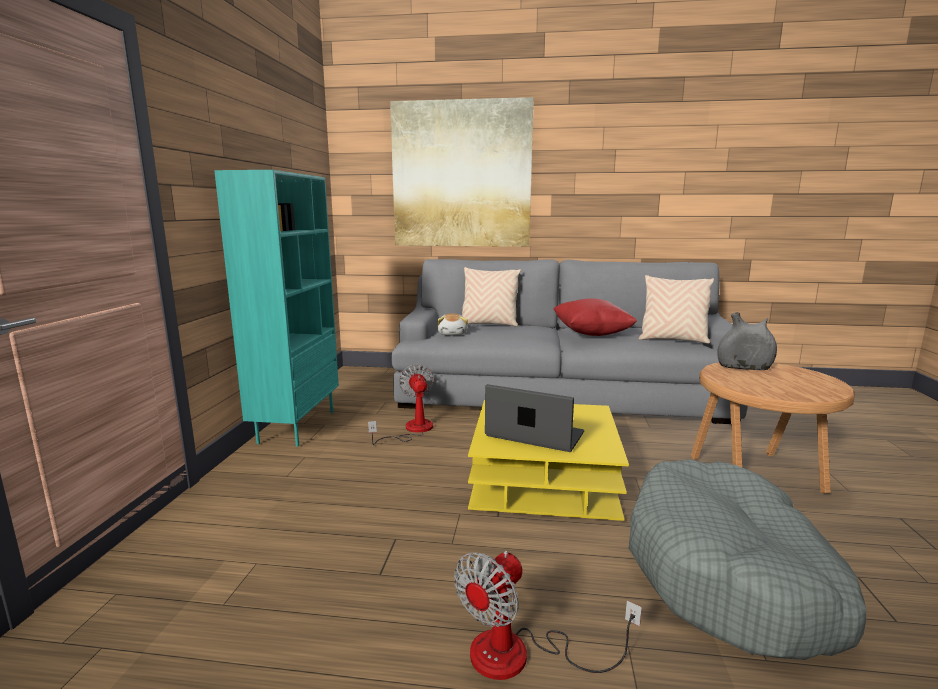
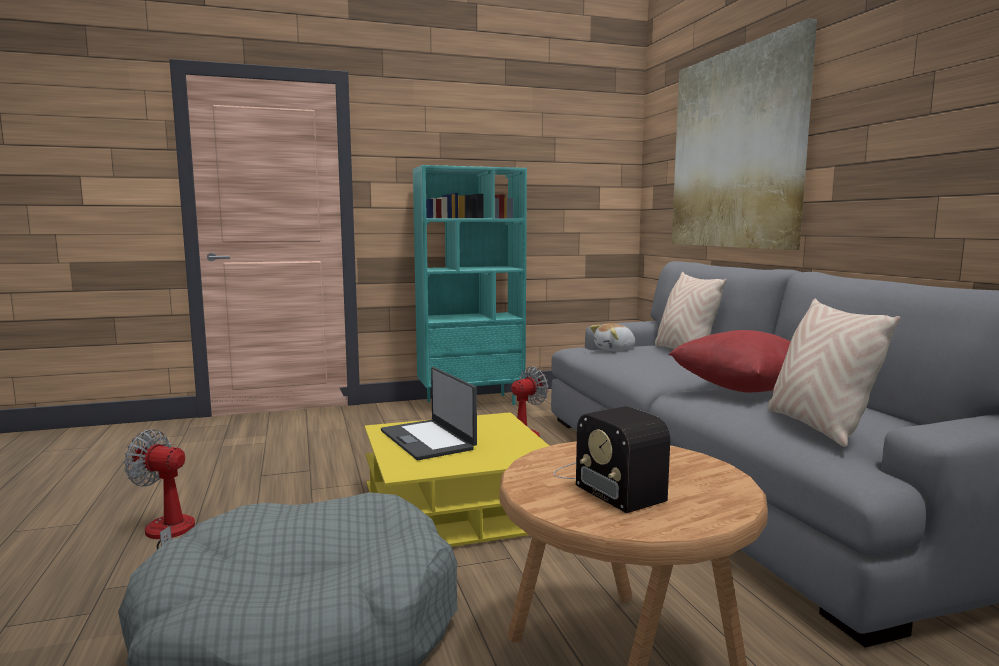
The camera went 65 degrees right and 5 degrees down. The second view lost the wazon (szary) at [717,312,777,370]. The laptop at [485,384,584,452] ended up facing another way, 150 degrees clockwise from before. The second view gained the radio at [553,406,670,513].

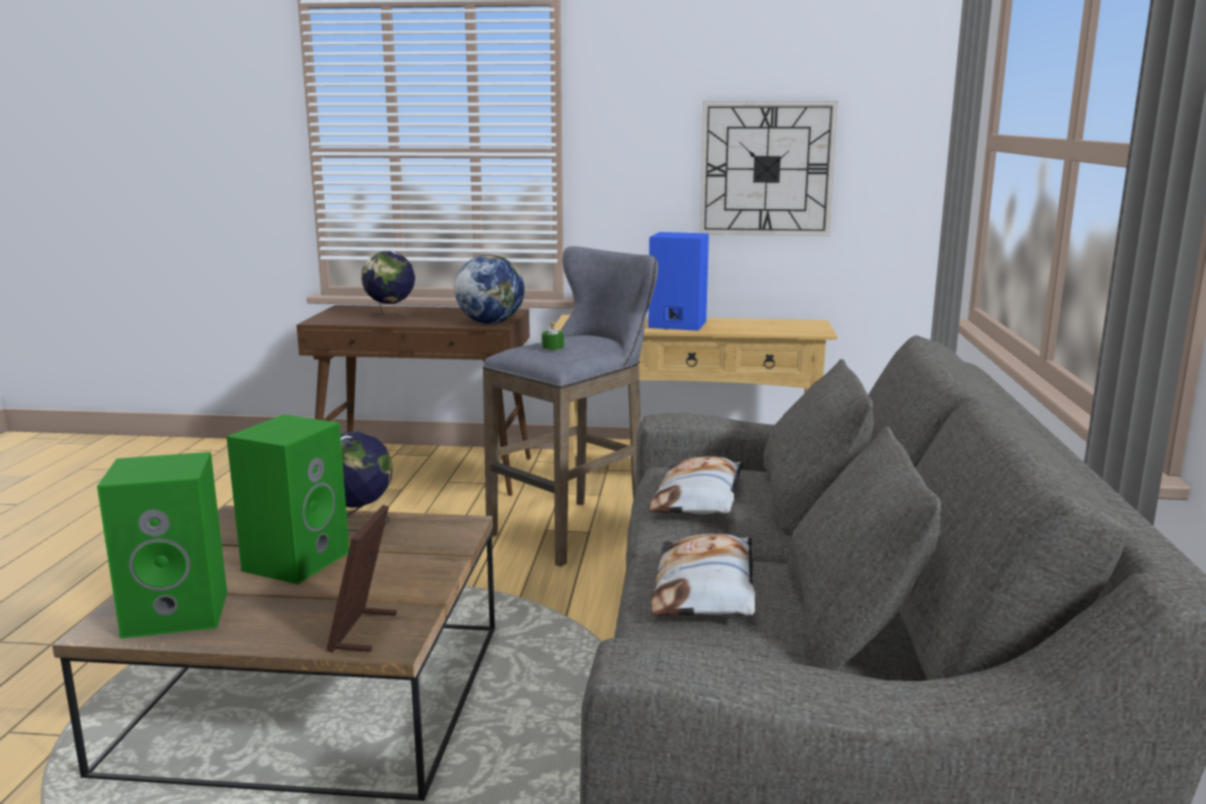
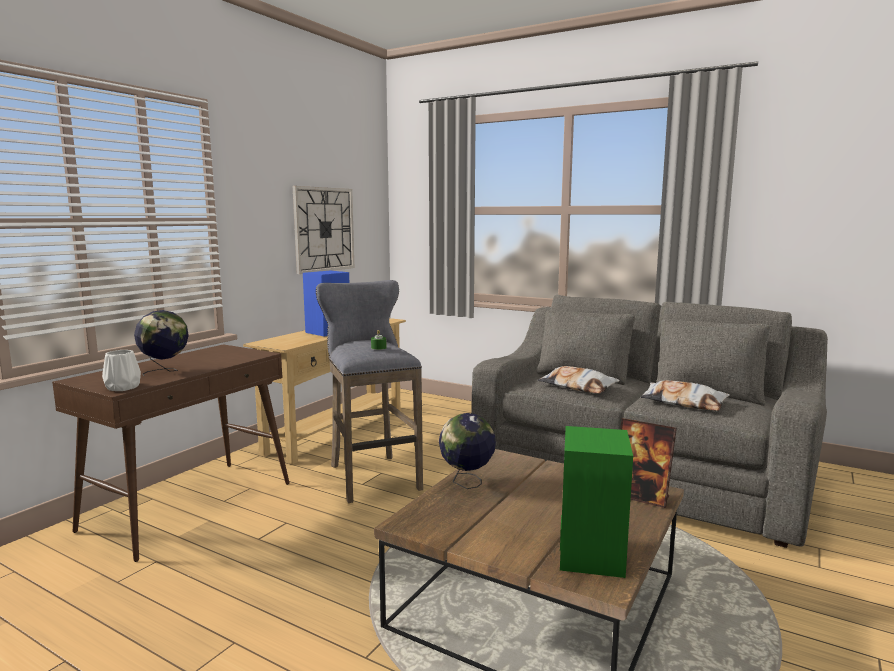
The camera went 65 degrees left and 5 degrees down. The second view lost the globus at [455,255,525,324]. The second view lost the głośnik (zielony) at [226,414,349,584]. The second view gained the wazon (biały) at [102,350,141,391].

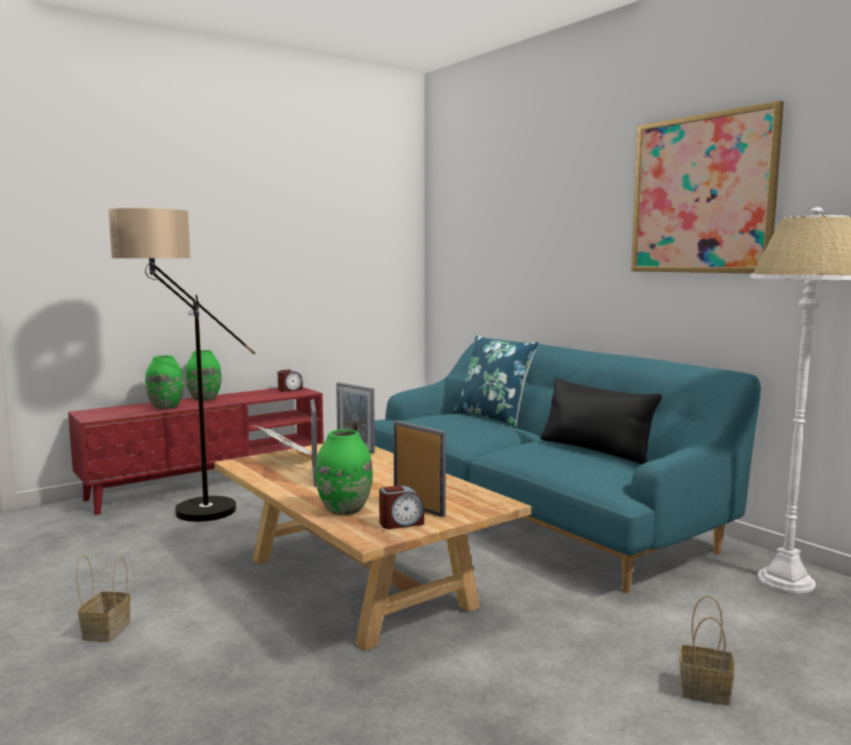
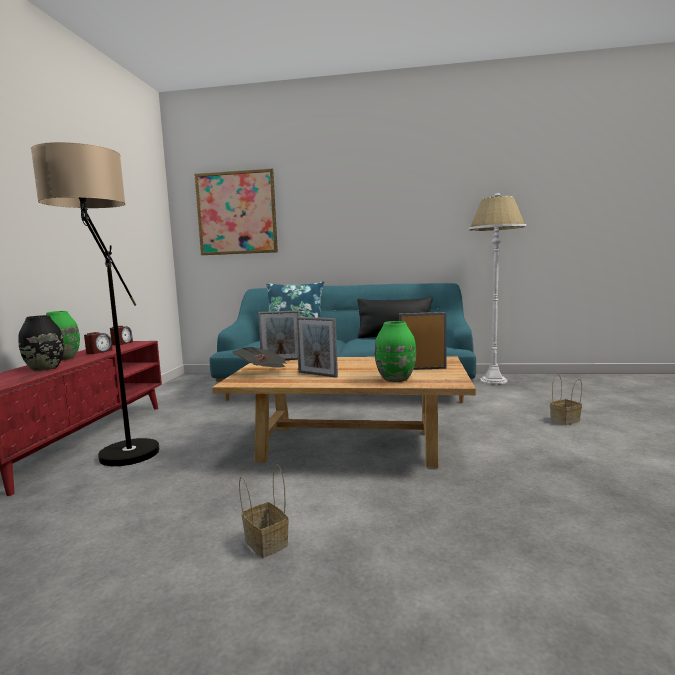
The camera went 45 degrees left and 0 degrees up. The obraz ended up elsewhere, having gone from [631,101,784,273] to [194,169,278,255]. What was the wazon (zielony) at [145,355,184,409] turned into the wazon (czarny) at [18,315,64,371]. The budzik ended up elsewhere, having gone from [379,485,424,529] to [84,332,112,354].

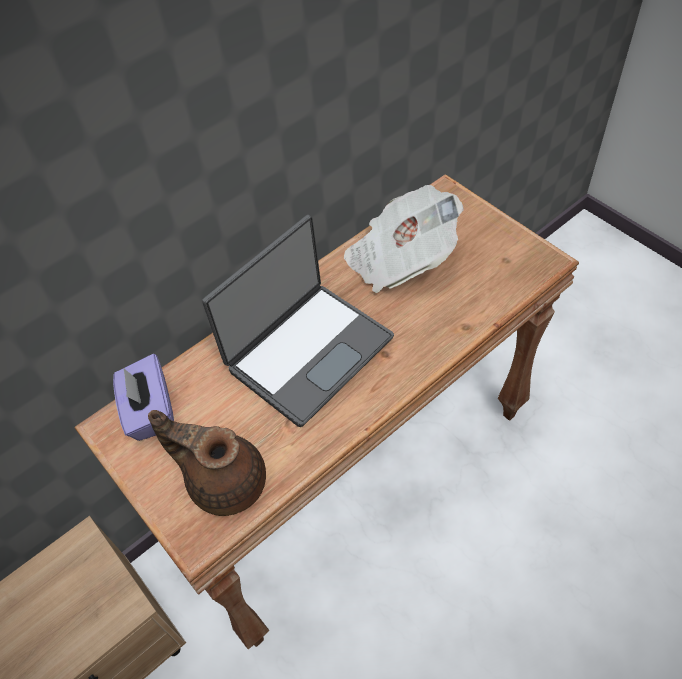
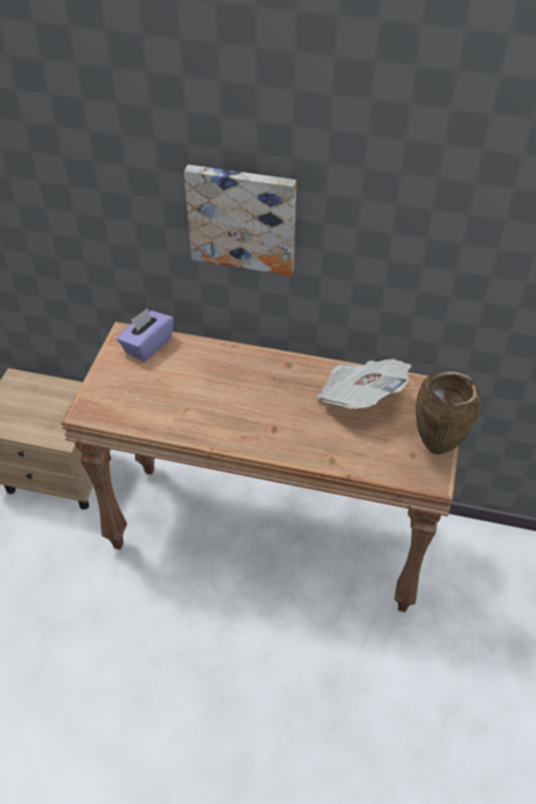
The camera went 50 degrees right and 5 degrees down. The second view lost the laptop at [202,215,394,427]. The second view lost the imbryk (brązowy) at [148,410,266,516]. The second view gained the obraz at [184,165,297,276]. The second view gained the wazon (brązowy) at [416,370,481,454].

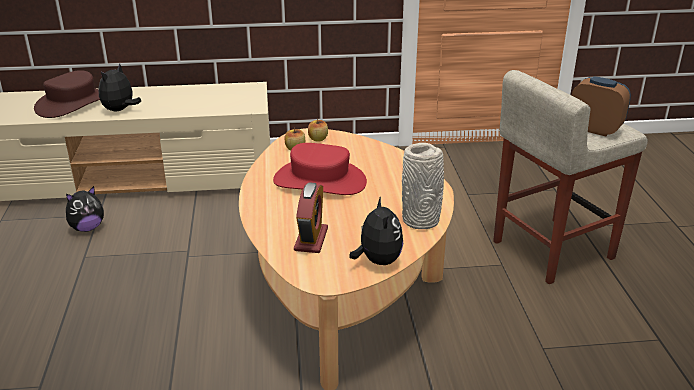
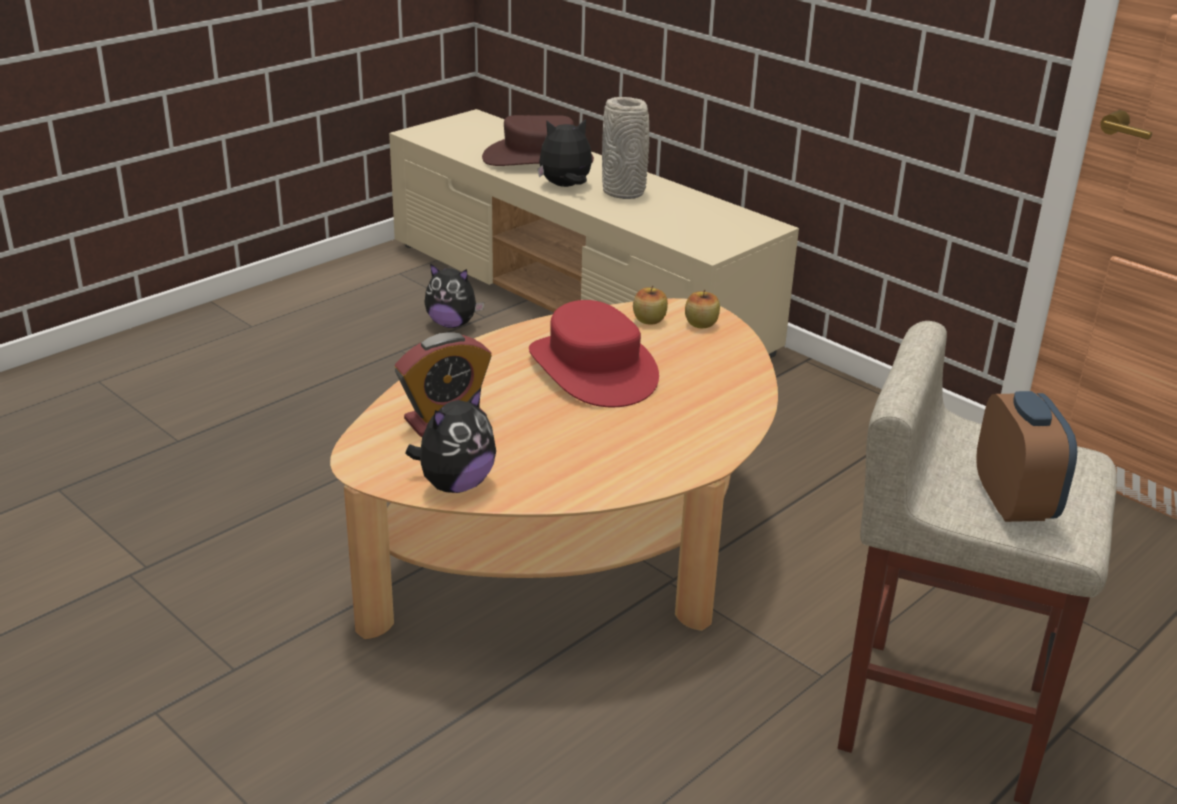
The camera went 50 degrees right and 0 degrees up. The wazon (szary) ended up elsewhere, having gone from [402,143,444,229] to [602,97,649,199].

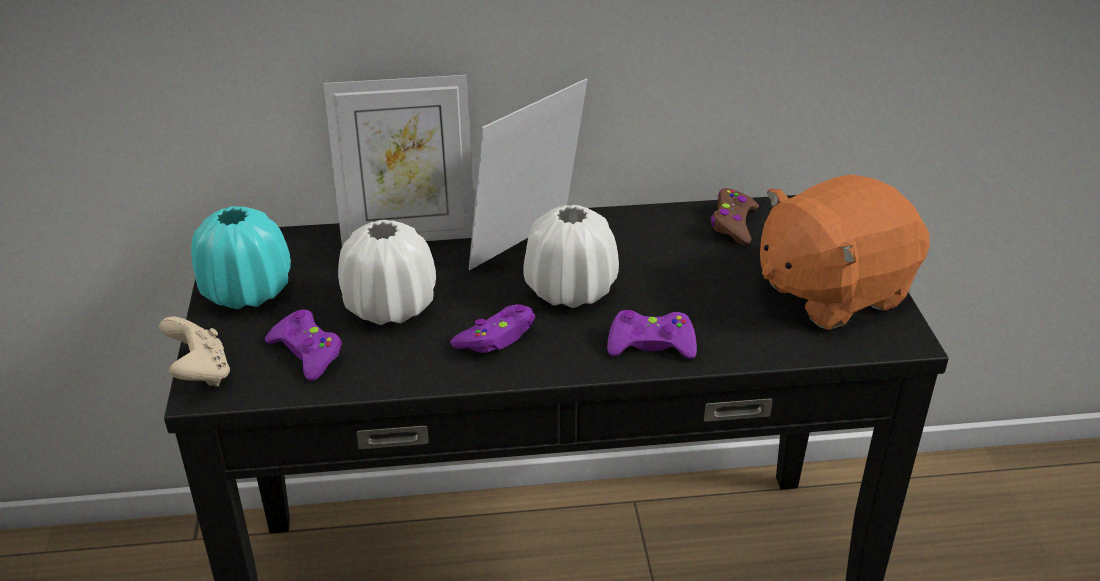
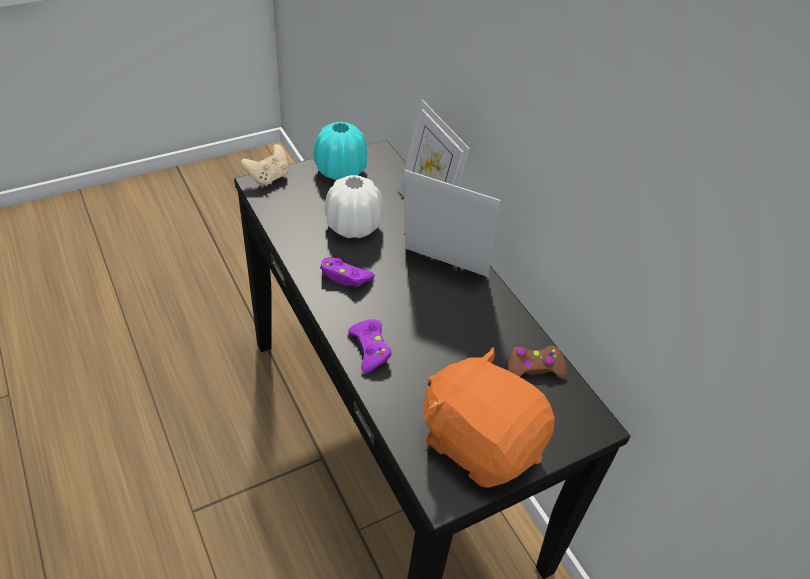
The camera went 65 degrees right and 10 degrees up. The second view lost the wazon (biały) at [523,205,619,308]. The second view lost the pad do gier (fioletowy) at [265,309,342,381].

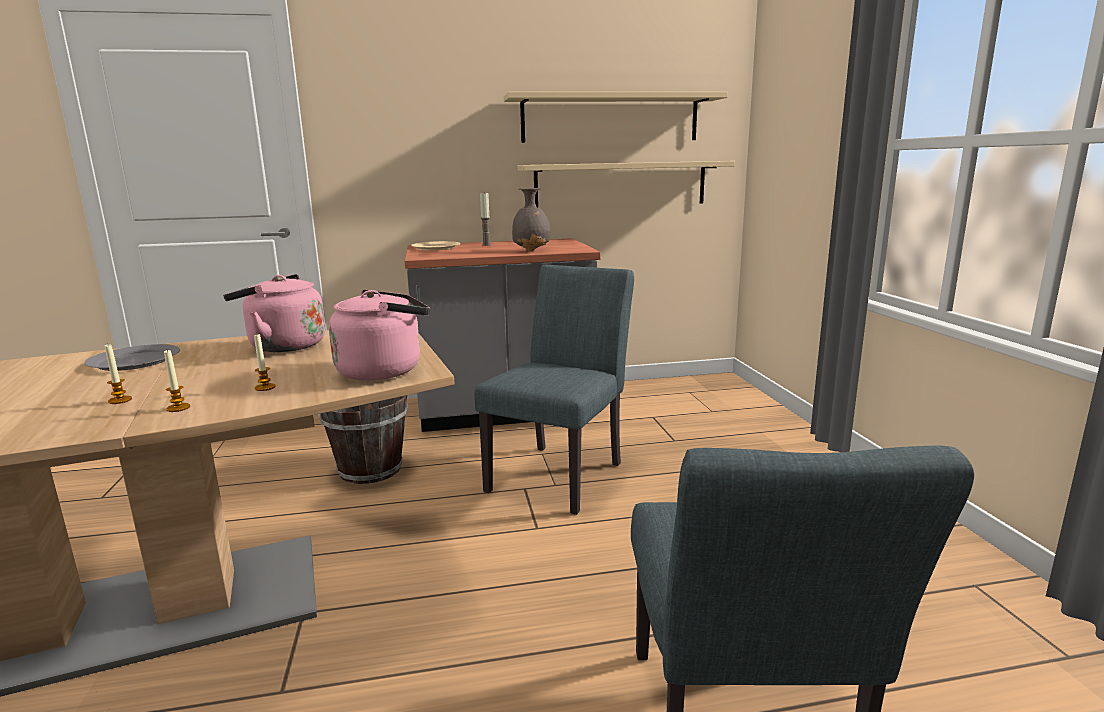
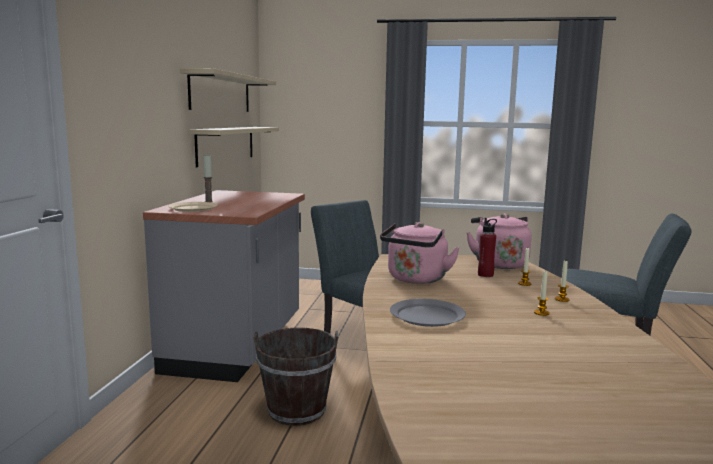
The camera went 70 degrees left and 5 degrees down. The second view lost the wazon (szary) at [512,188,551,251]. The second view gained the butelka (czerwony) at [478,218,497,277].

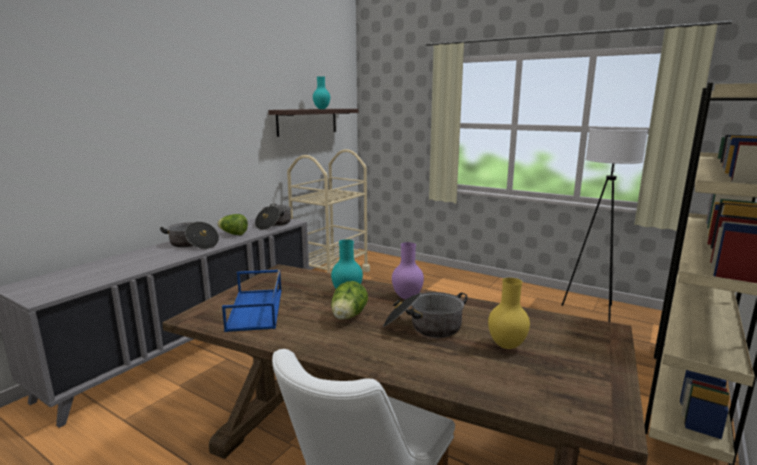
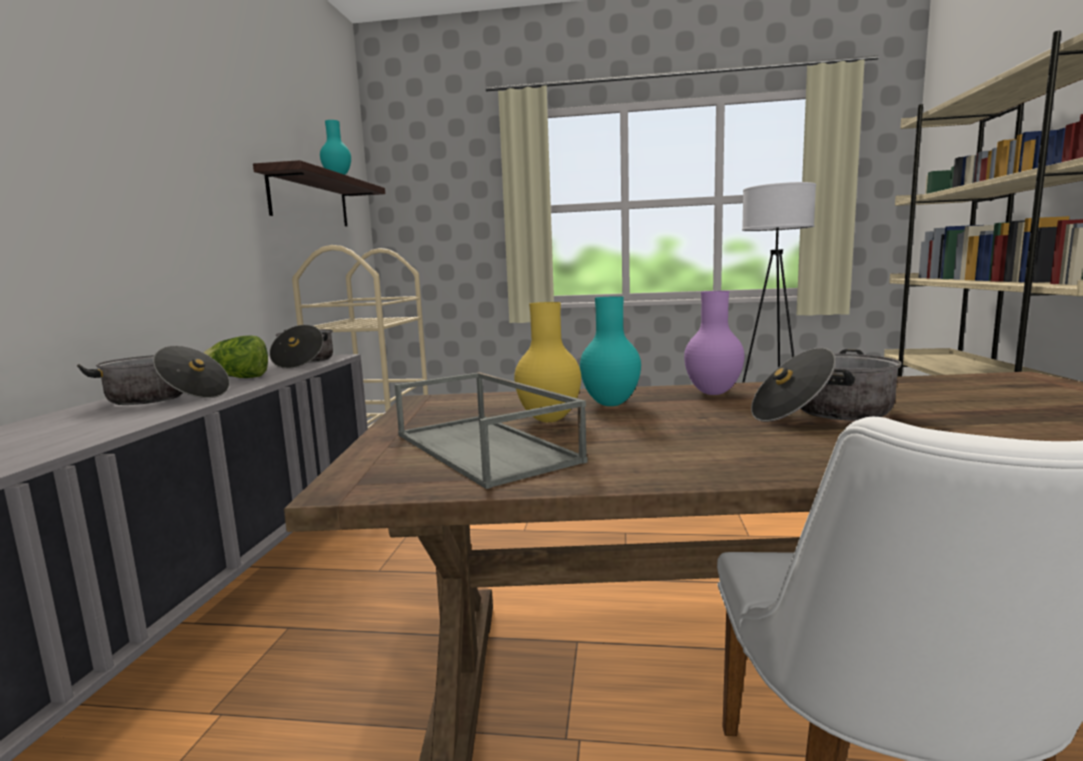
The camera went 25 degrees left and 5 degrees down. What was the taca (niebieski) at [222,270,281,332] turned into the taca (szary) at [395,372,588,489]. The wazon (żółty) ended up elsewhere, having gone from [488,278,530,349] to [514,302,581,422]. The second view lost the sałata at [331,281,368,320].

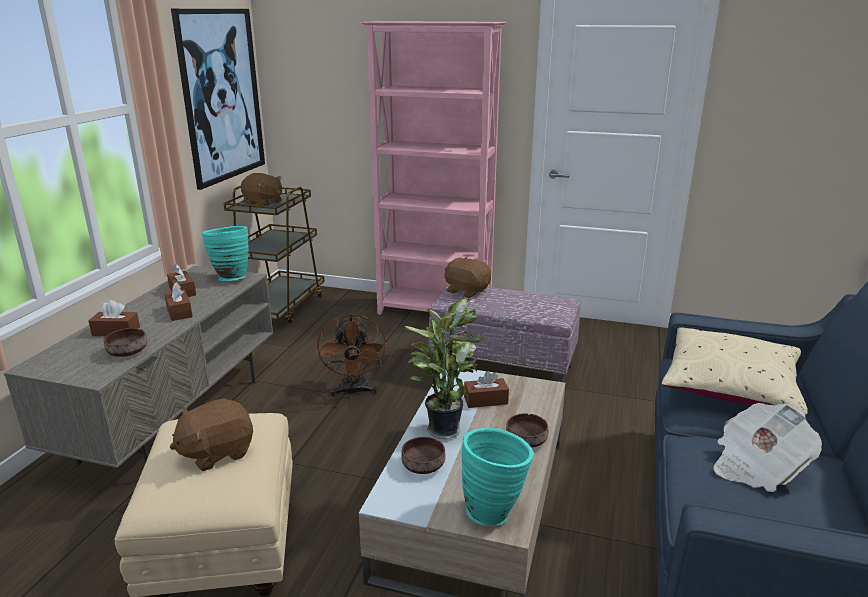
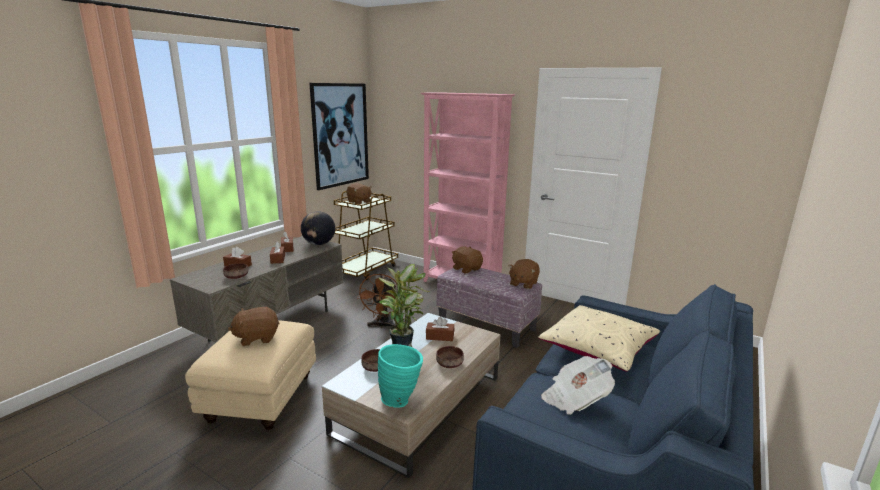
The camera went 15 degrees right and 5 degrees down. Where the wazon (turkusowy) stood at [201,226,249,281], the globus came to stand at [301,211,335,245]. The second view gained the pluszak (brązowy) at [509,259,540,289].

